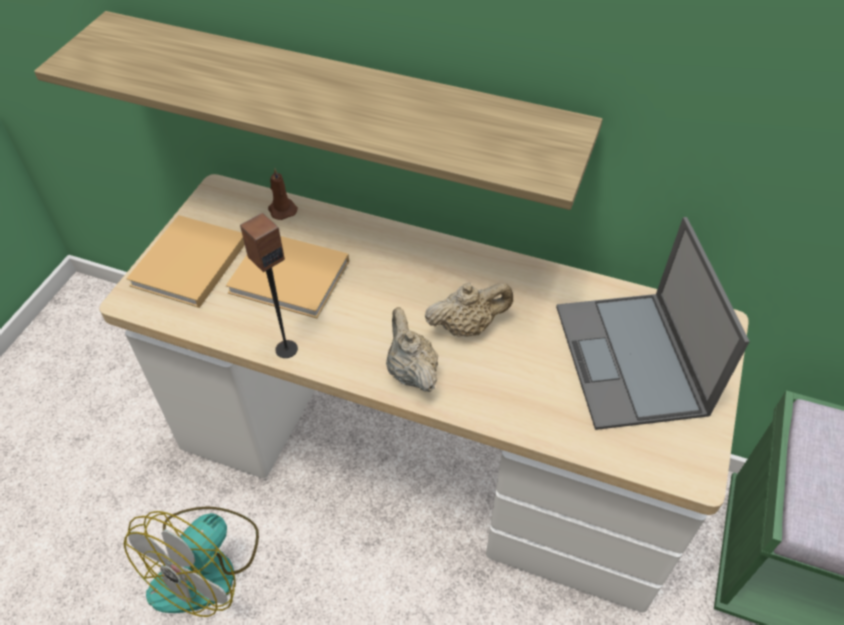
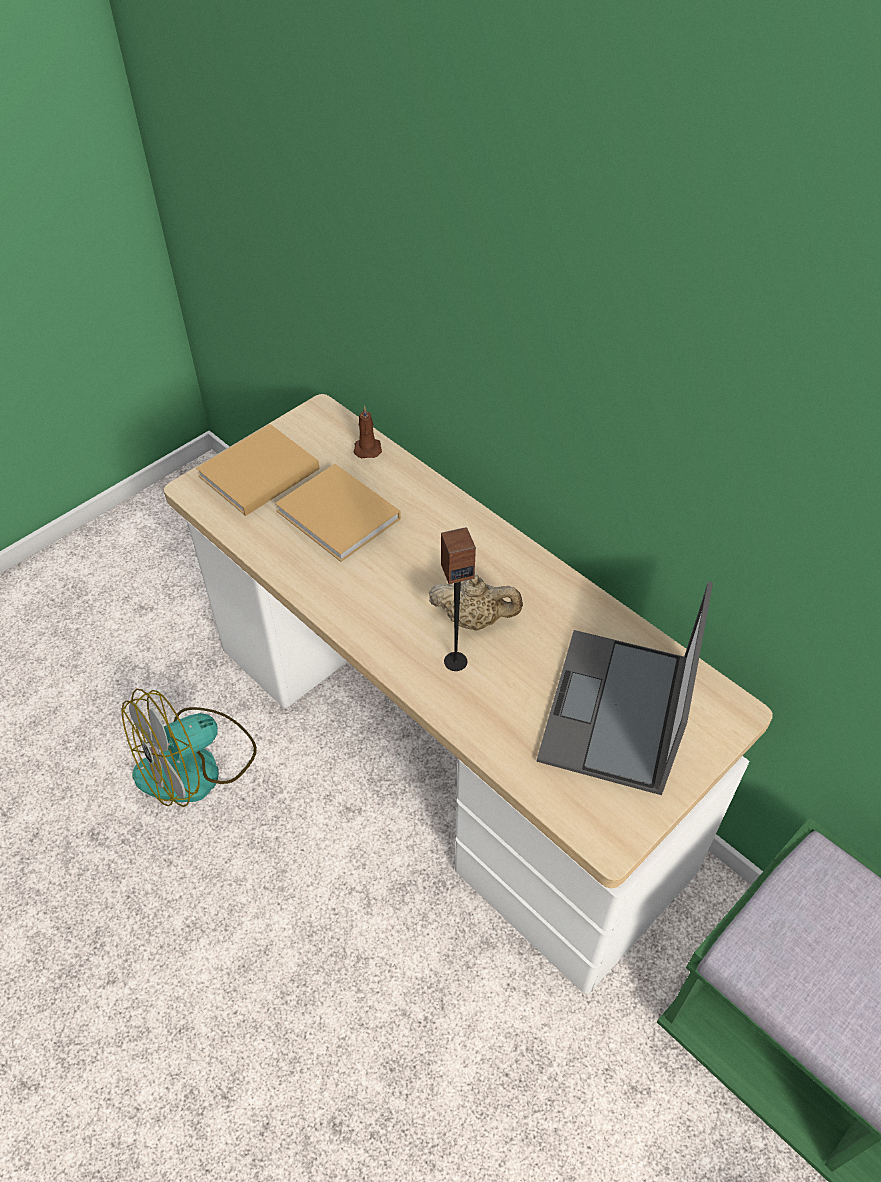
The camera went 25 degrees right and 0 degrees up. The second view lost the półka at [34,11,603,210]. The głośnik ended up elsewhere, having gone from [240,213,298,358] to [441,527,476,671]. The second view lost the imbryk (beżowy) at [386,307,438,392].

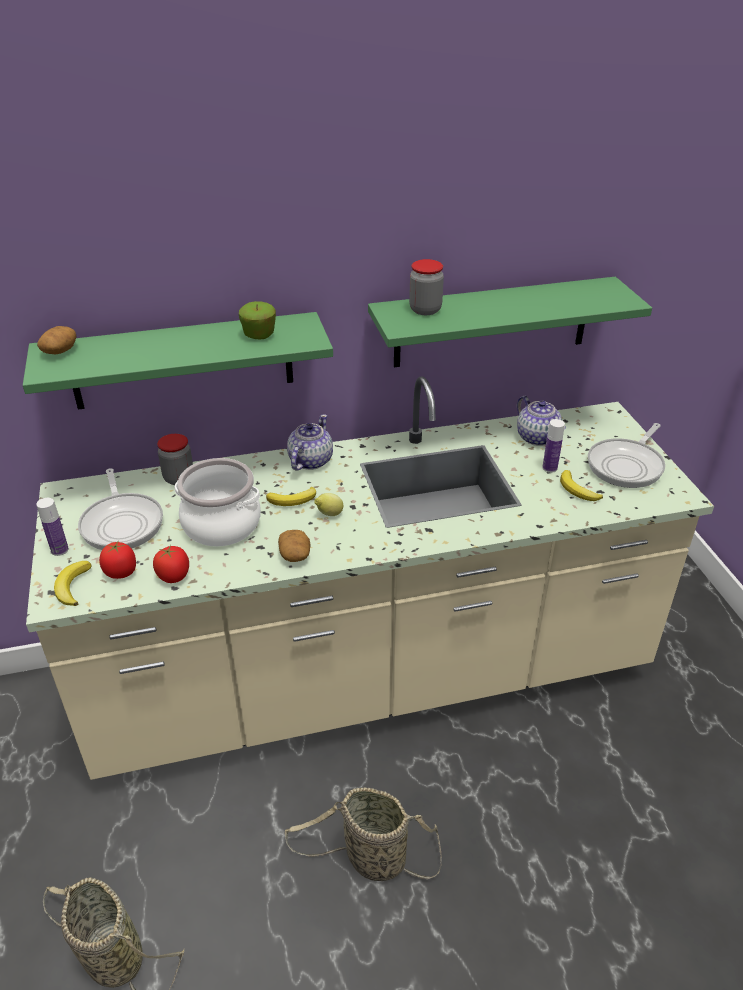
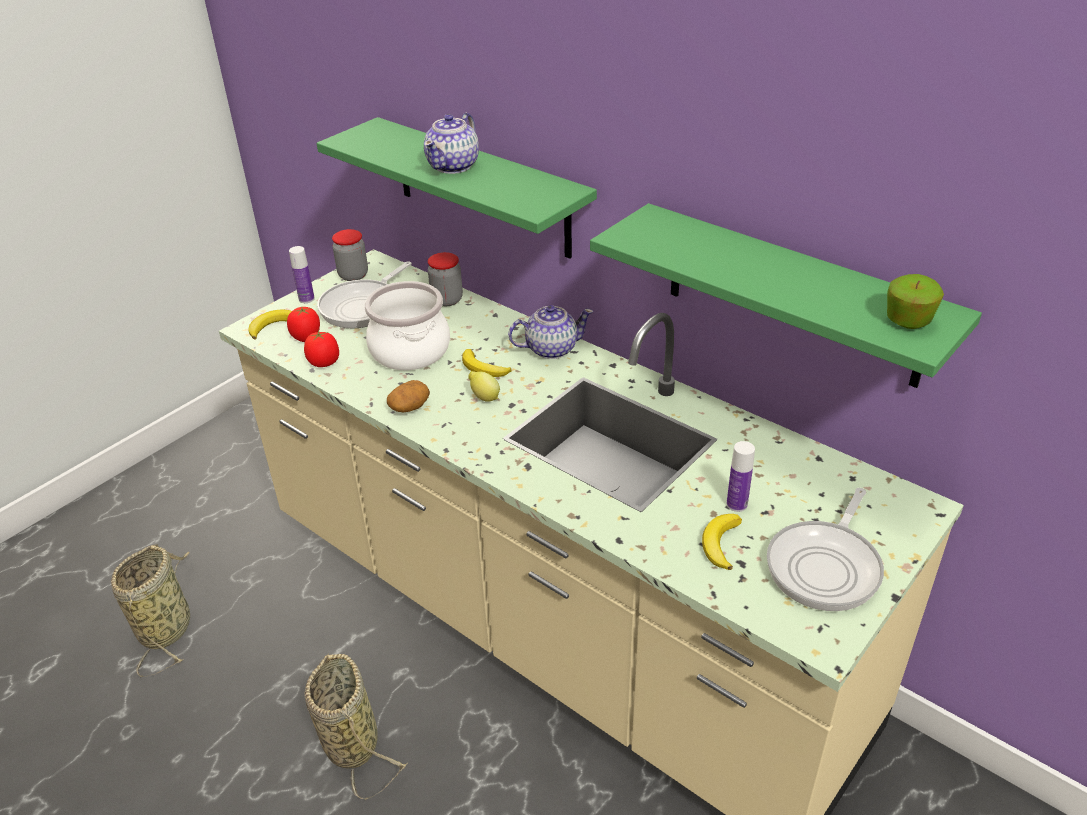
The camera went 55 degrees right and 0 degrees up. The słoik ended up elsewhere, having gone from [409,259,444,315] to [332,229,368,281]. The jabłko ended up elsewhere, having gone from [239,301,276,339] to [887,274,944,329]. The second view lost the ziemniak at [37,326,77,354]. The imbryk ended up elsewhere, having gone from [517,396,566,446] to [424,113,479,174]. The patelnia at [588,423,665,488] ended up facing another way, 60 degrees counterclockwise from before.

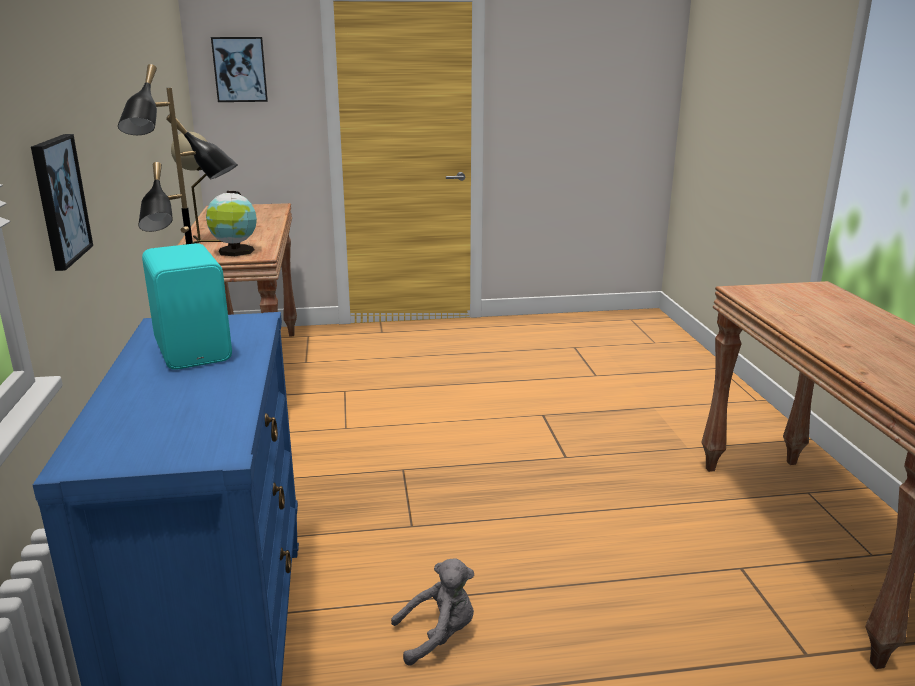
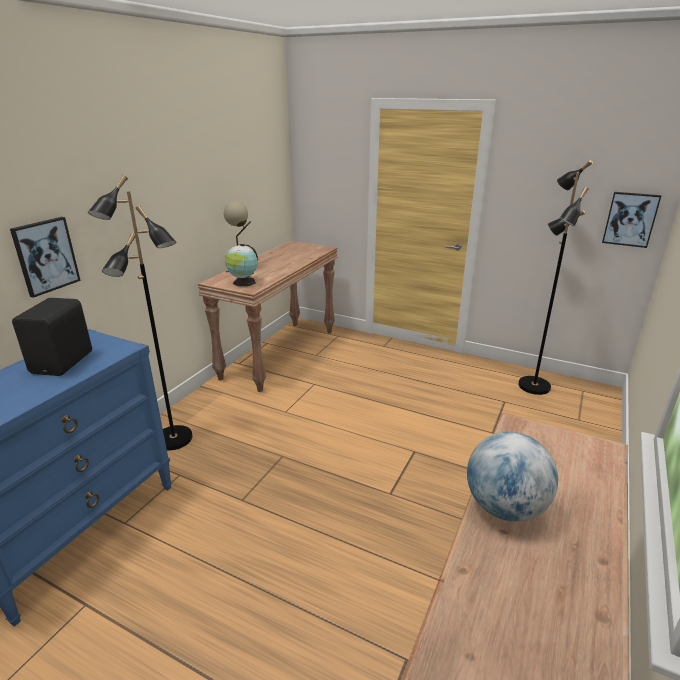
The camera went 35 degrees right and 5 degrees up. The obraz ended up elsewhere, having gone from [211,37,268,102] to [602,192,661,248]. What was the głośnik (turkusowy) at [142,243,232,370] turned into the głośnik (czarny) at [12,298,92,376]. The second view lost the pluszak (szary) at [391,558,474,666]. The second view gained the lampa stojąca (czarny) at [518,160,593,395]. The second view gained the globus at [467,432,558,522].

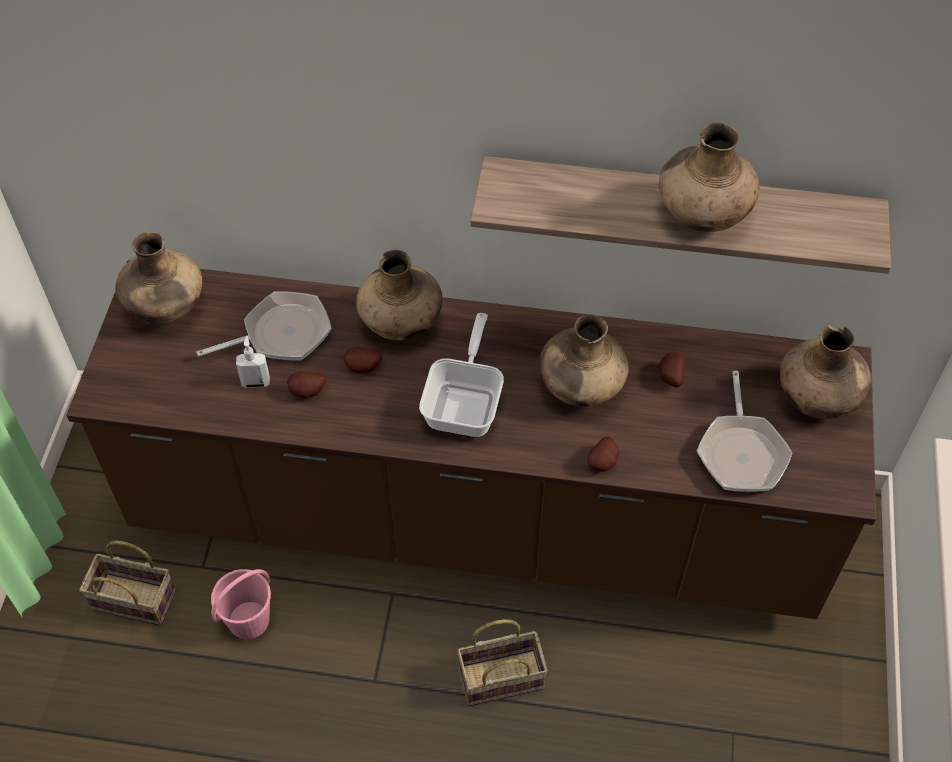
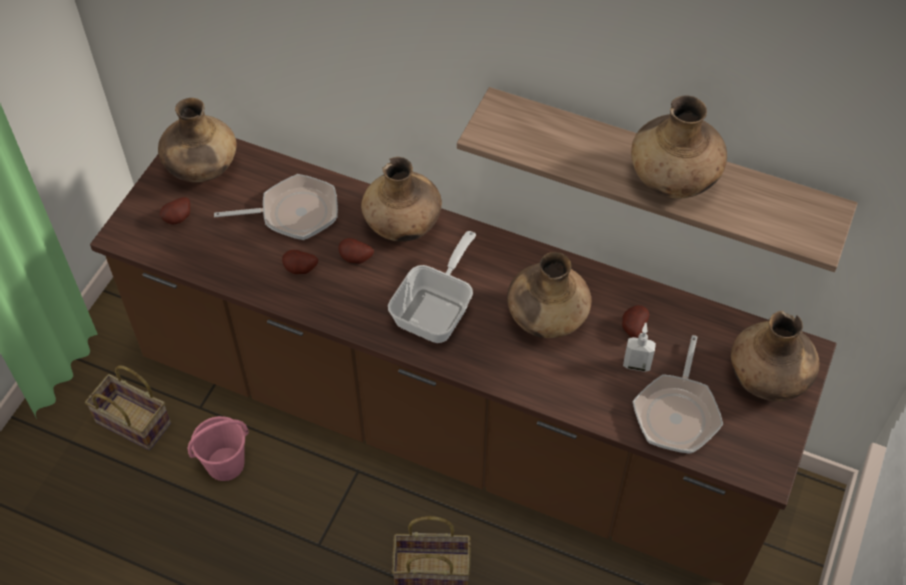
The camera went 15 degrees right and 0 degrees up. The dozownik mydła ended up elsewhere, having gone from [236,336,270,388] to [623,323,656,372]. The ziemniak ended up elsewhere, having gone from [588,437,619,472] to [160,197,190,225].

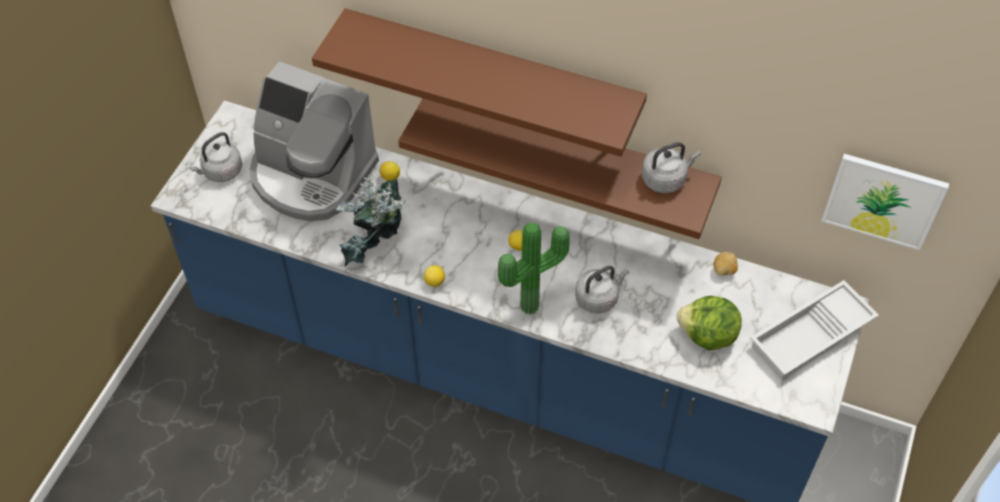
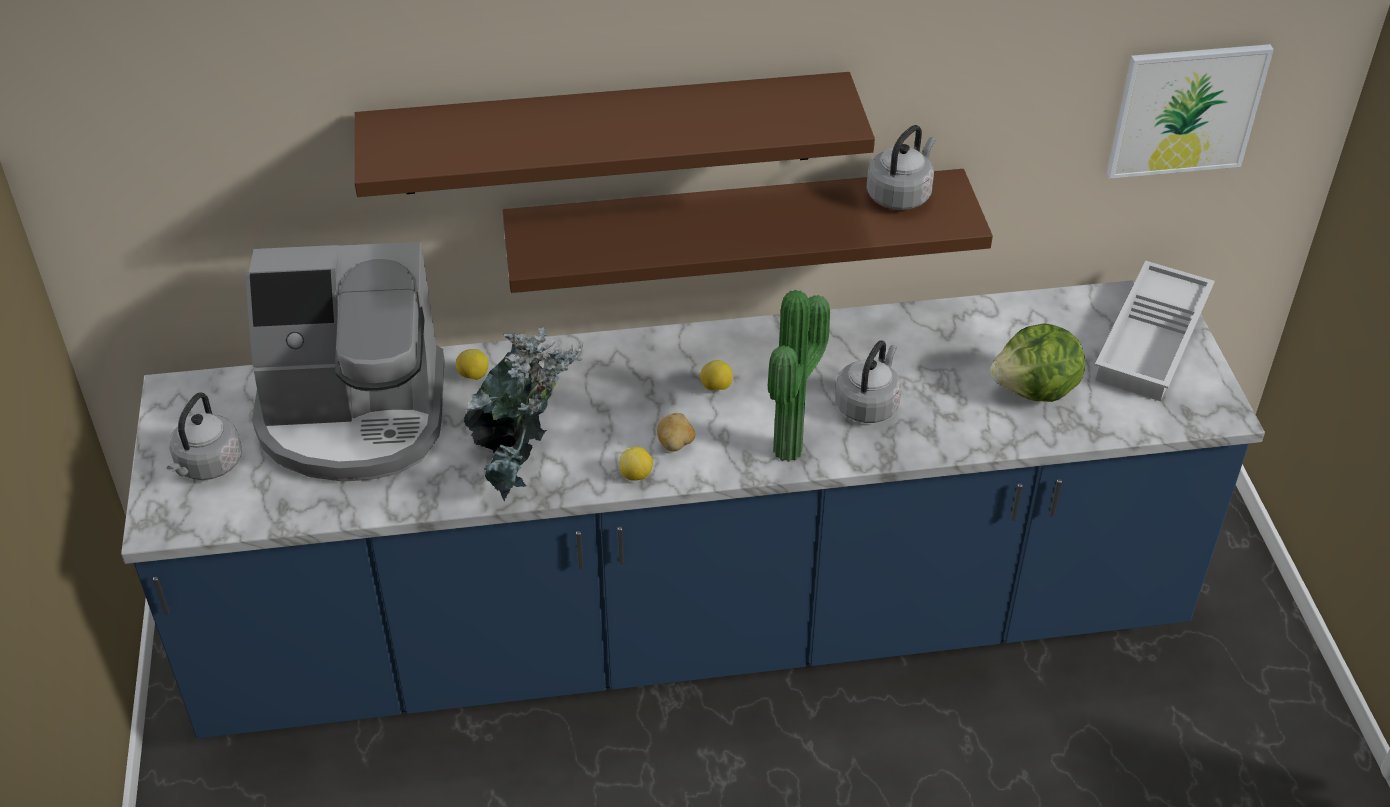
The camera went 30 degrees left and 10 degrees down. The ziemniak ended up elsewhere, having gone from [714,252,738,276] to [657,413,695,452].

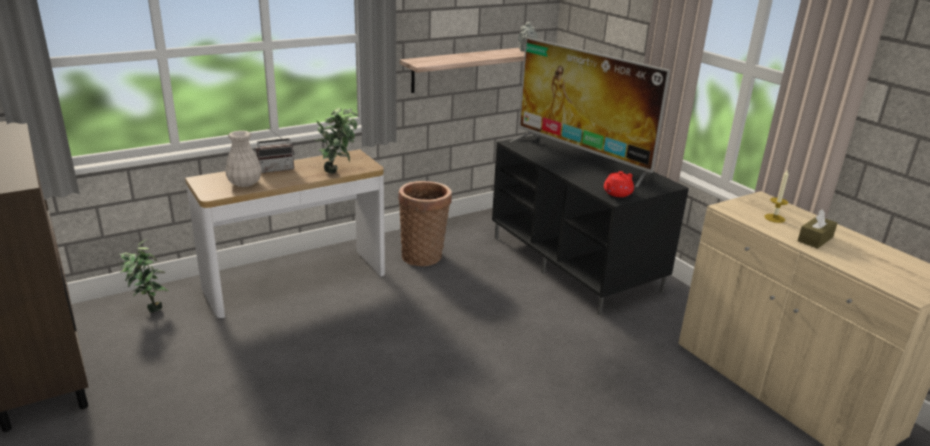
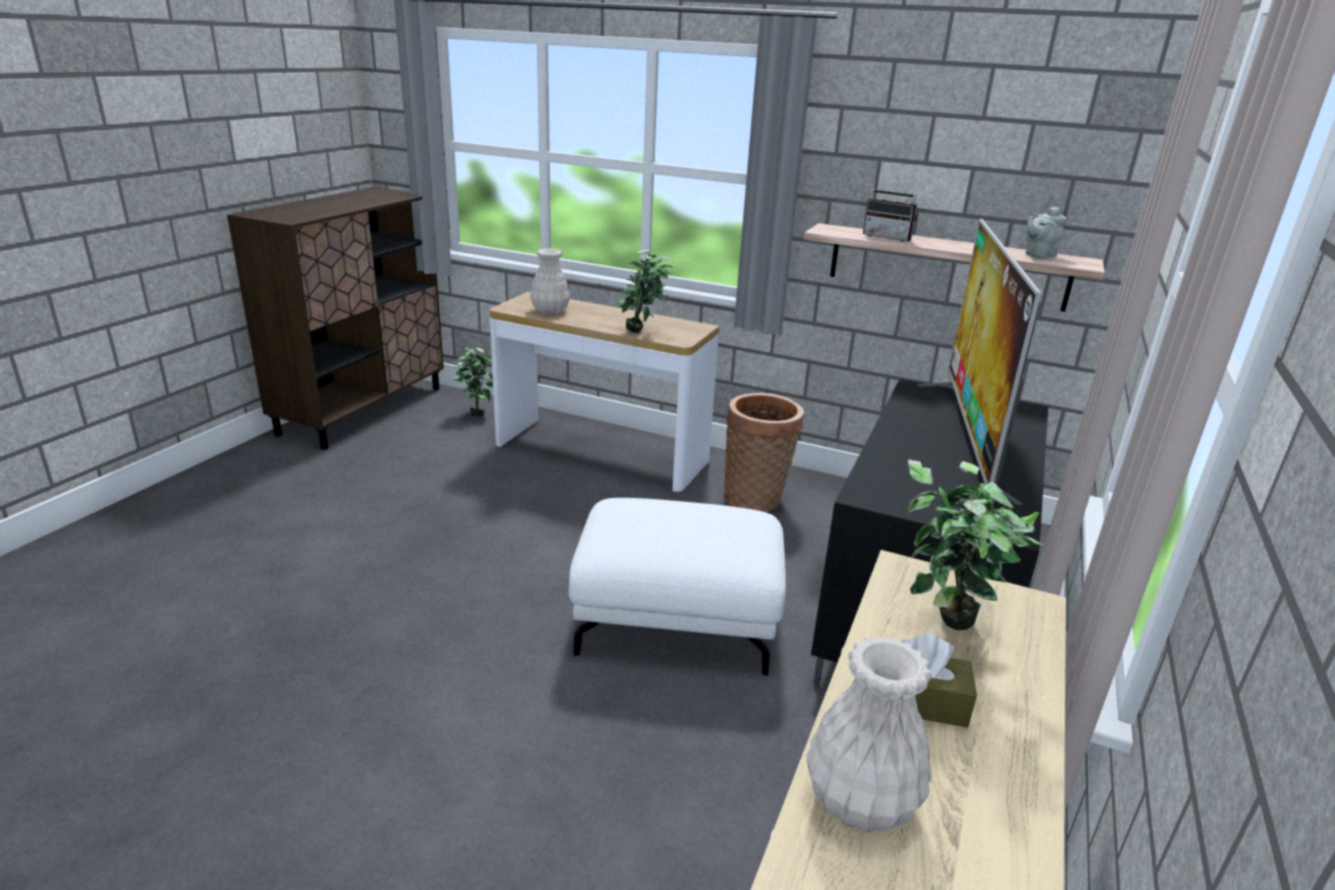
The camera went 55 degrees right and 0 degrees up. The radio ended up elsewhere, having gone from [256,129,294,173] to [863,177,917,242]. Where the świeca stood at [764,169,789,223], the roślina doniczkowa came to stand at [907,460,1045,630]. The second view lost the imbryk (czerwony) at [604,171,634,197]. The second view gained the pufa (biały) at [568,498,786,676]. The second view gained the wazon (biały) at [806,636,932,833].

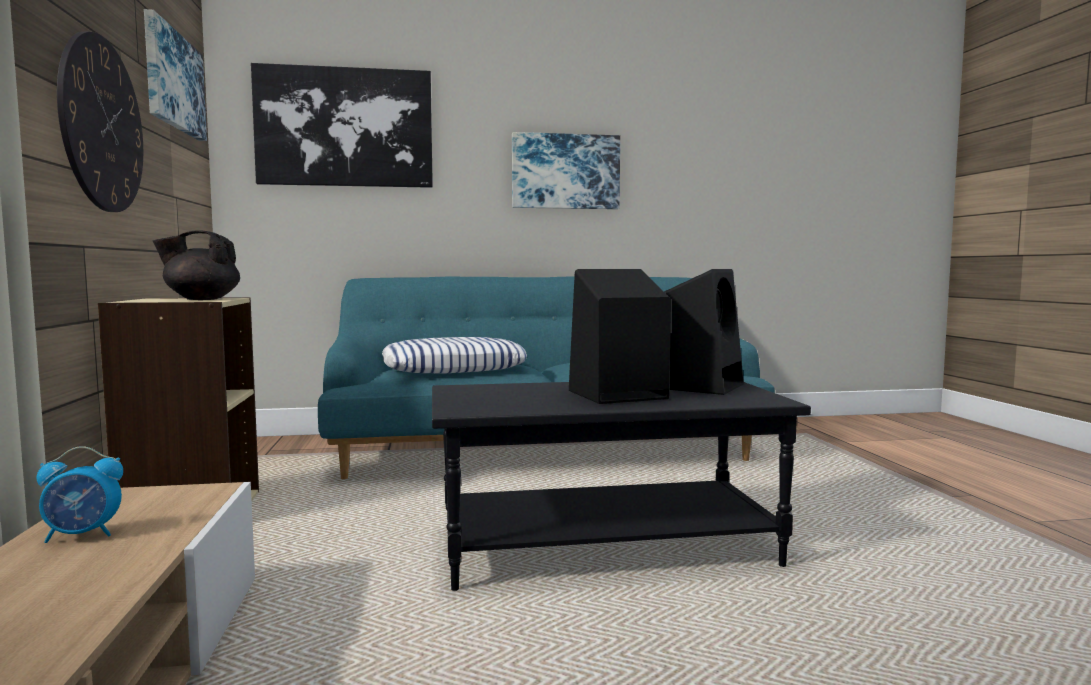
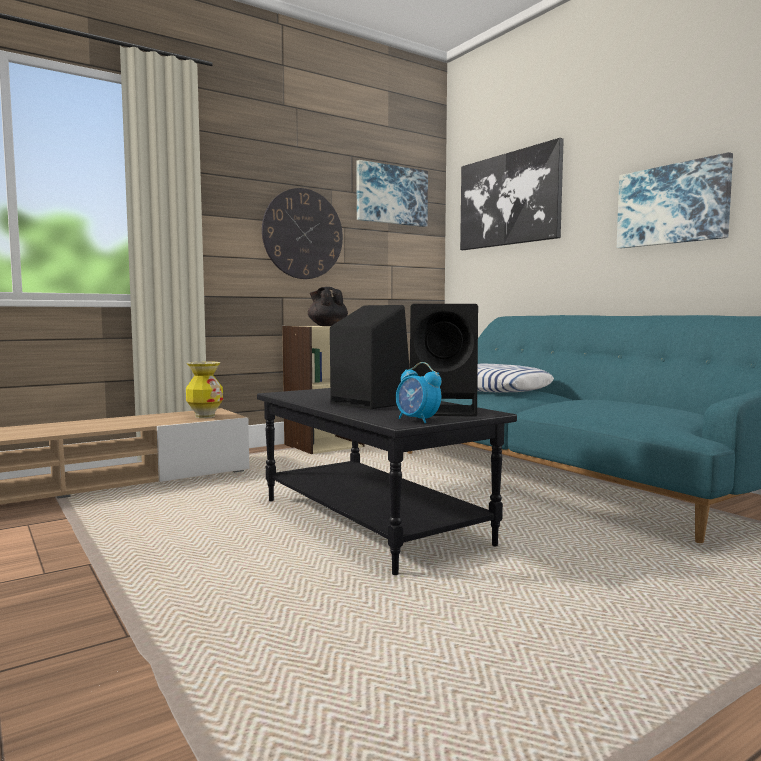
The camera went 65 degrees right and 0 degrees up. The budzik ended up elsewhere, having gone from [37,446,123,543] to [396,362,442,423]. The second view gained the wazon at [186,362,223,418].

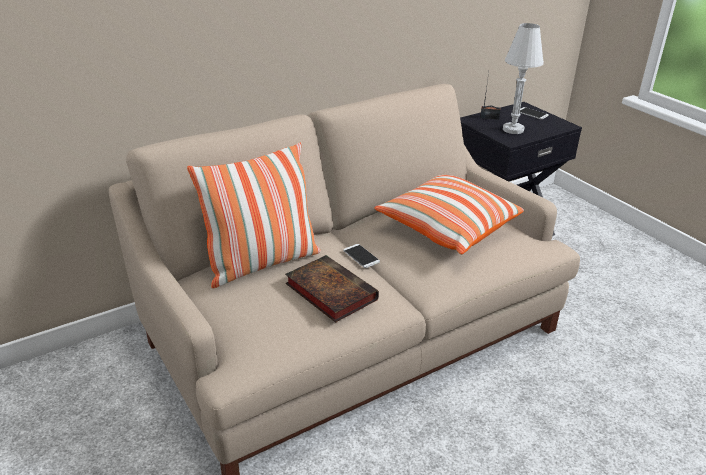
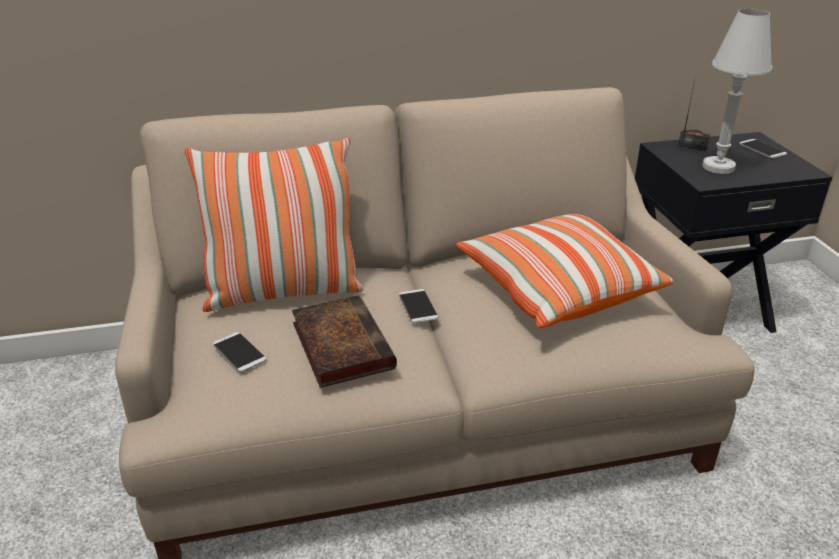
The camera went 20 degrees right and 0 degrees up. The second view gained the telefon at [213,332,266,372].

